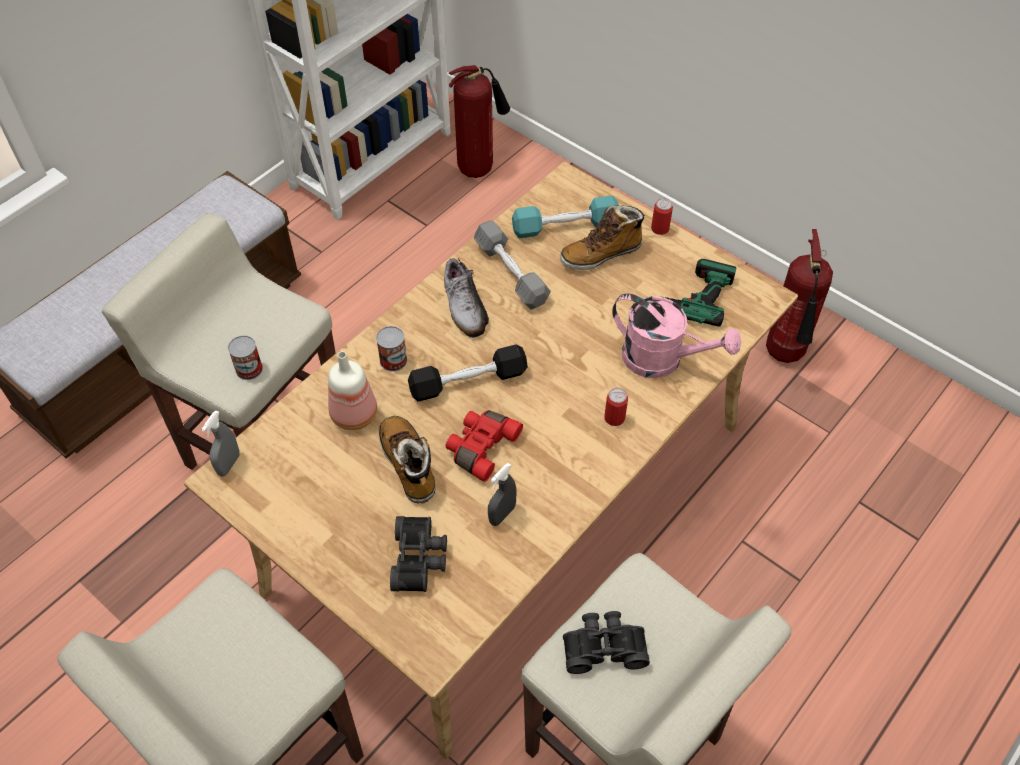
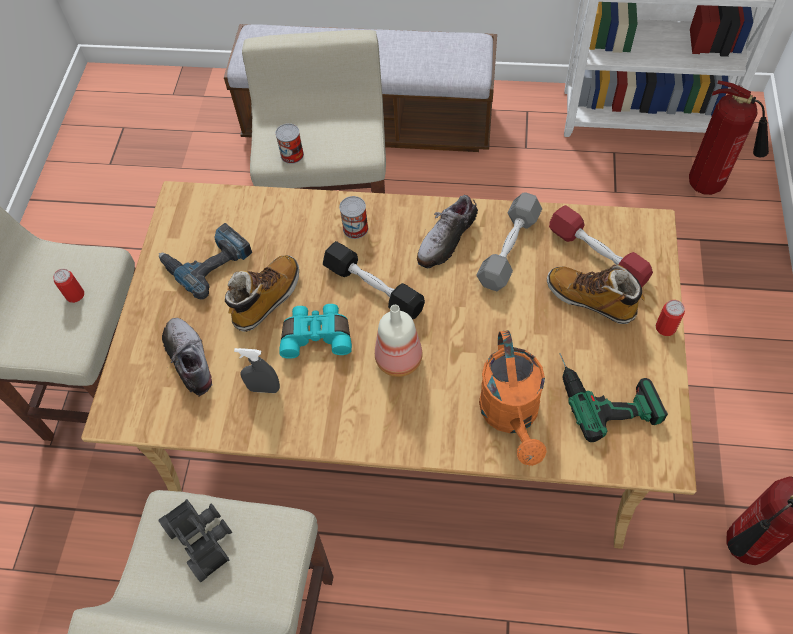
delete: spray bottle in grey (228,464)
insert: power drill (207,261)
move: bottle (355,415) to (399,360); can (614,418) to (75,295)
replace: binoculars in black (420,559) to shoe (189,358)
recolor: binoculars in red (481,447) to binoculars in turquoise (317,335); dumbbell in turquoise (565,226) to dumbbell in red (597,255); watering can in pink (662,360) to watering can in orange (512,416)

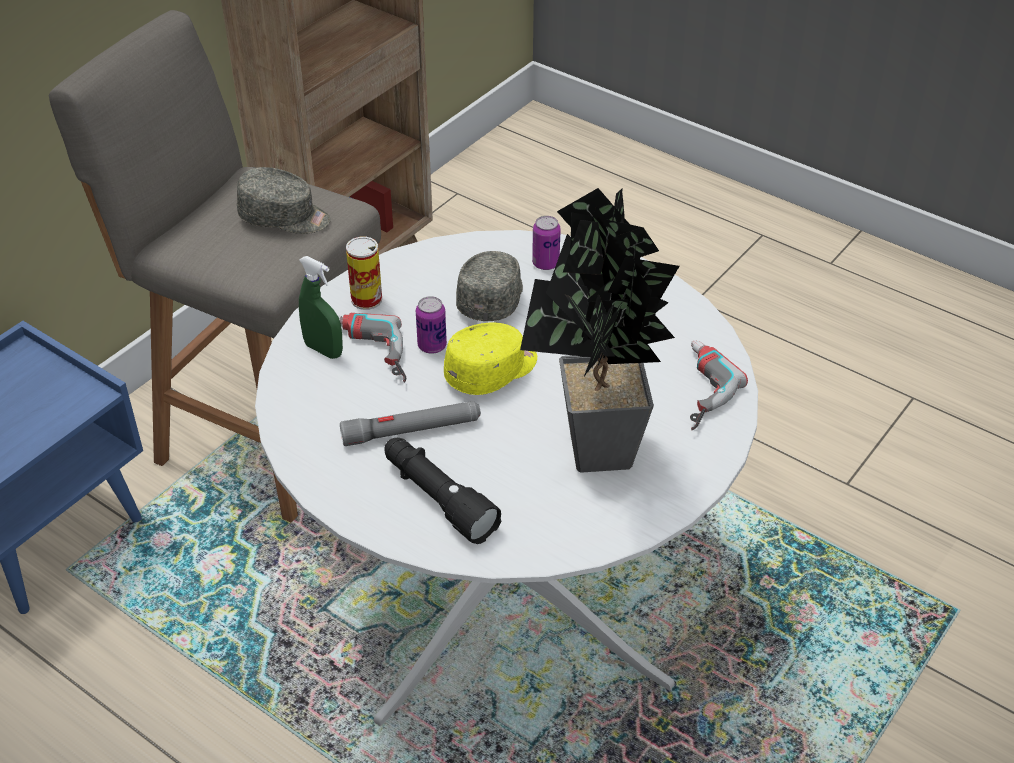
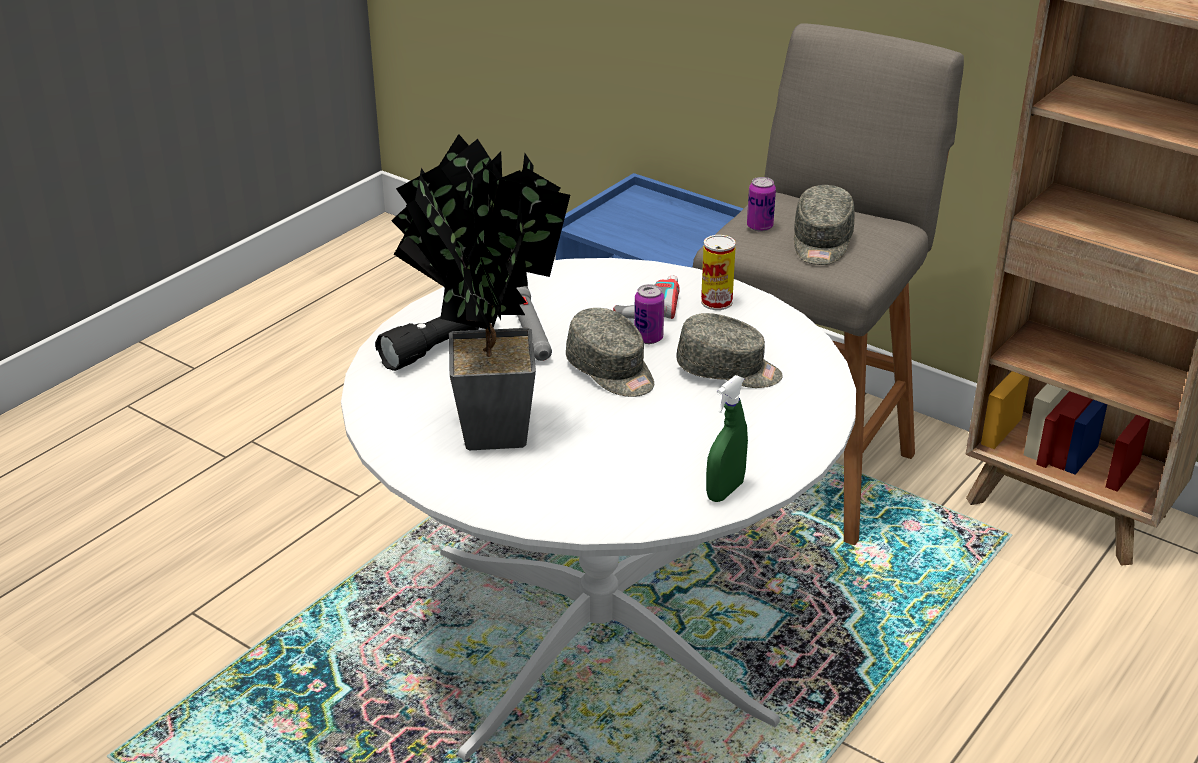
delete: power drill (694,389)
move: spray bottle in green (323,350) to (725,491); can (545,263) to (759,227)
recolor: cap in yellow (492,371) to cap in grey (612,371)

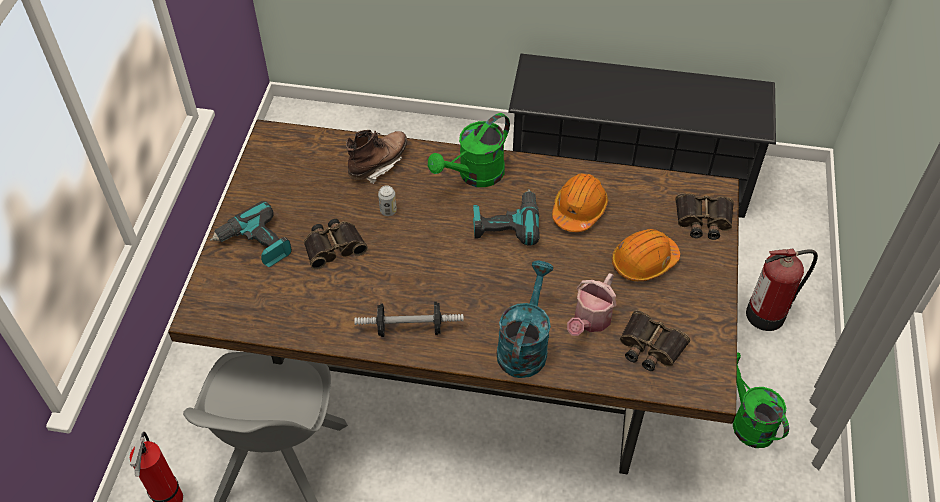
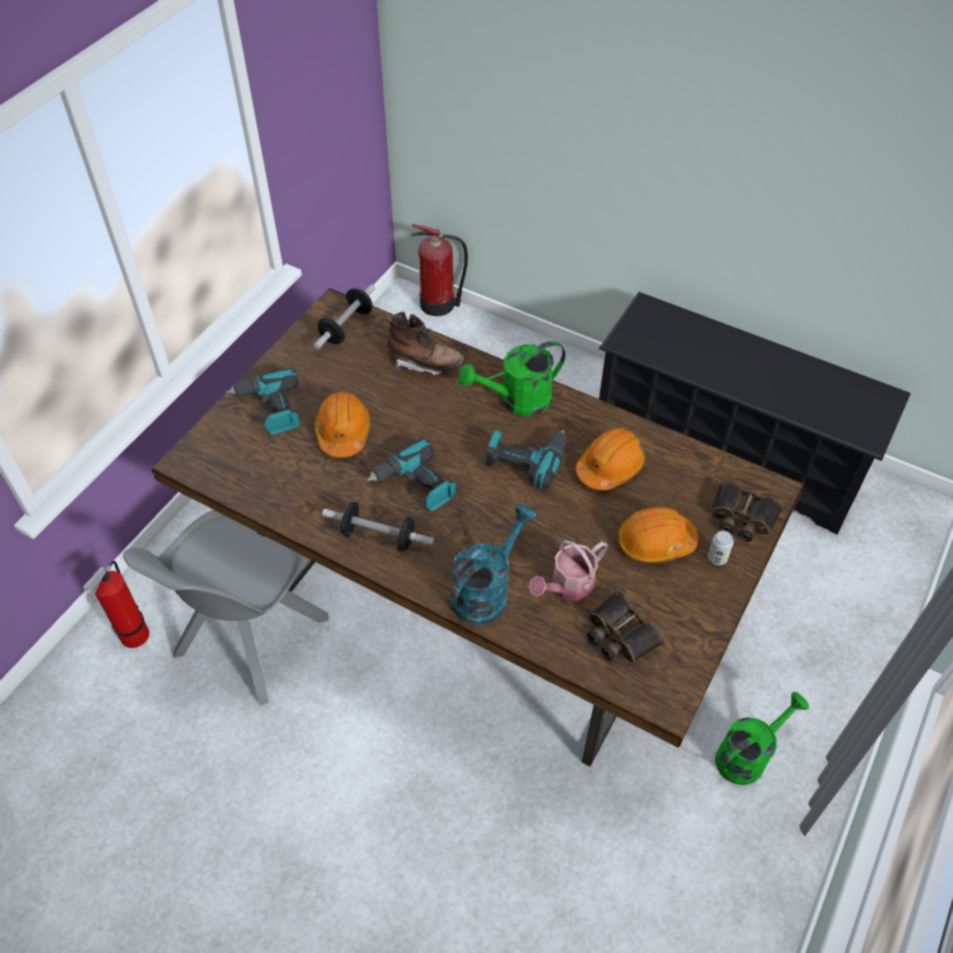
insert: dumbbell (346,327); power drill (415,485)
move: can (388,211) to (717,558); fire extinguisher (768,314) to (439,304)
replace: binoculars (333,246) to hard hat in orange (343,432)
rotate: boot in brown (378,164) = (425,363) 45 degrees clockwise; watering can in green (748,421) = (747,754) 60 degrees clockwise

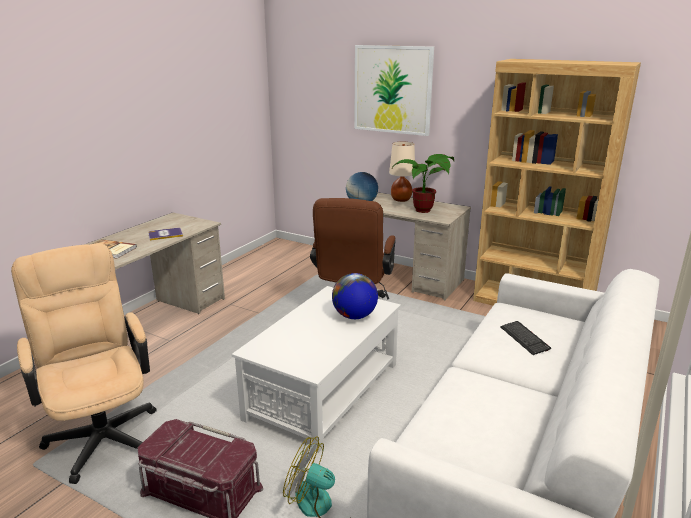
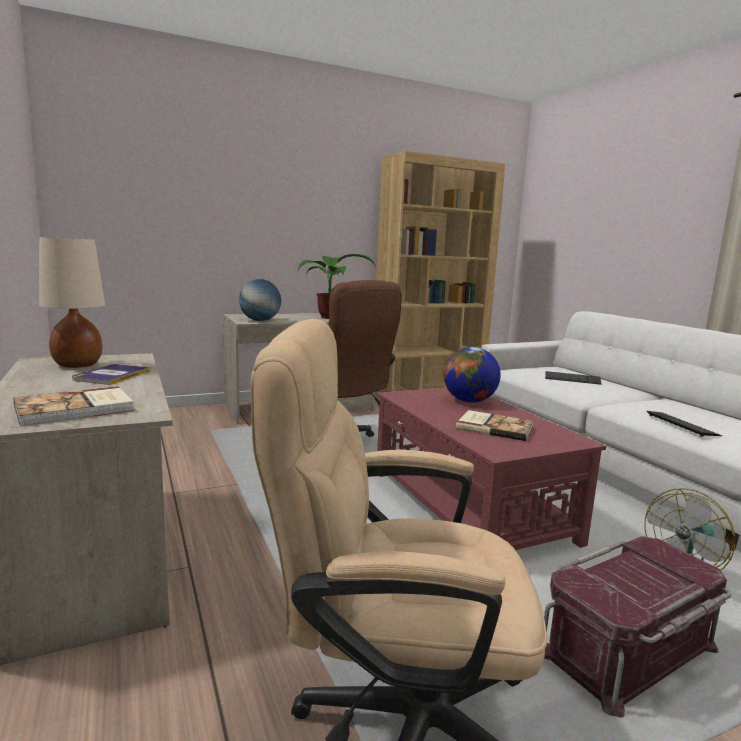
delete: picture (392,89)
insert: book (494,427); keyboard (681,425)
move: table lamp in beige (401,200) to (77,365)
recolor: coffee table in white (323,391) to coffee table in red (469,507)

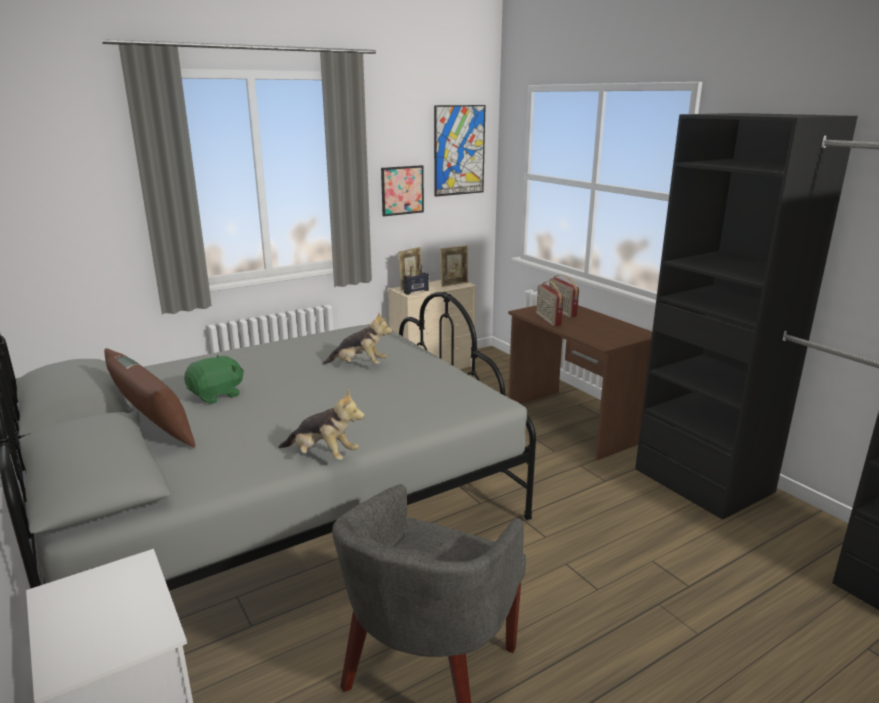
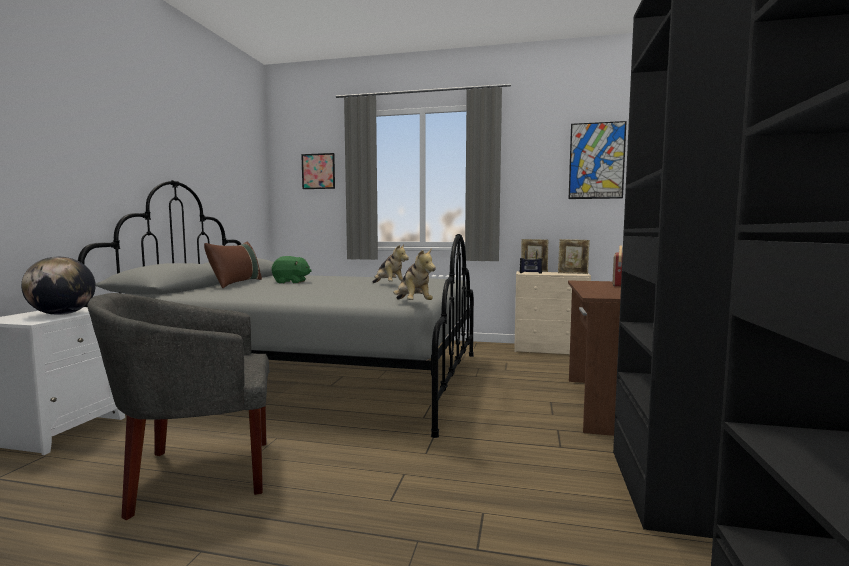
delete: radio (547,319)
insert: globe (62,314)
move: plush toy (322,456) to (413,304); picture (402,190) to (318,171)

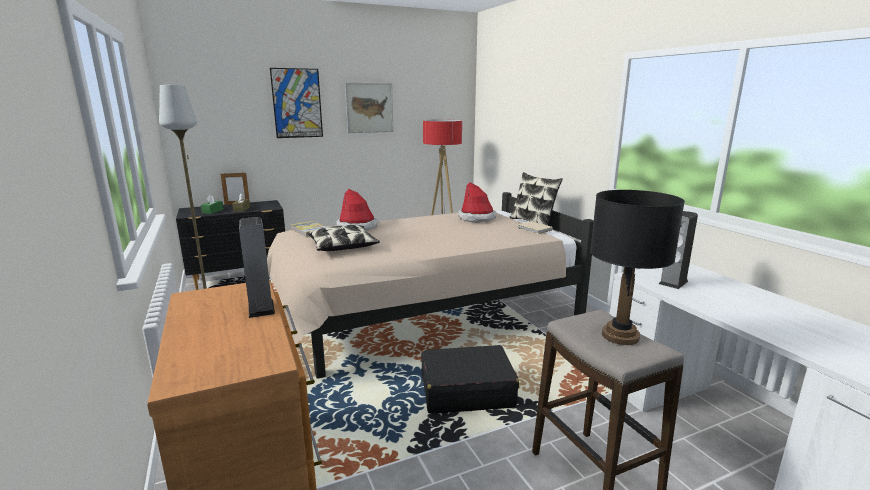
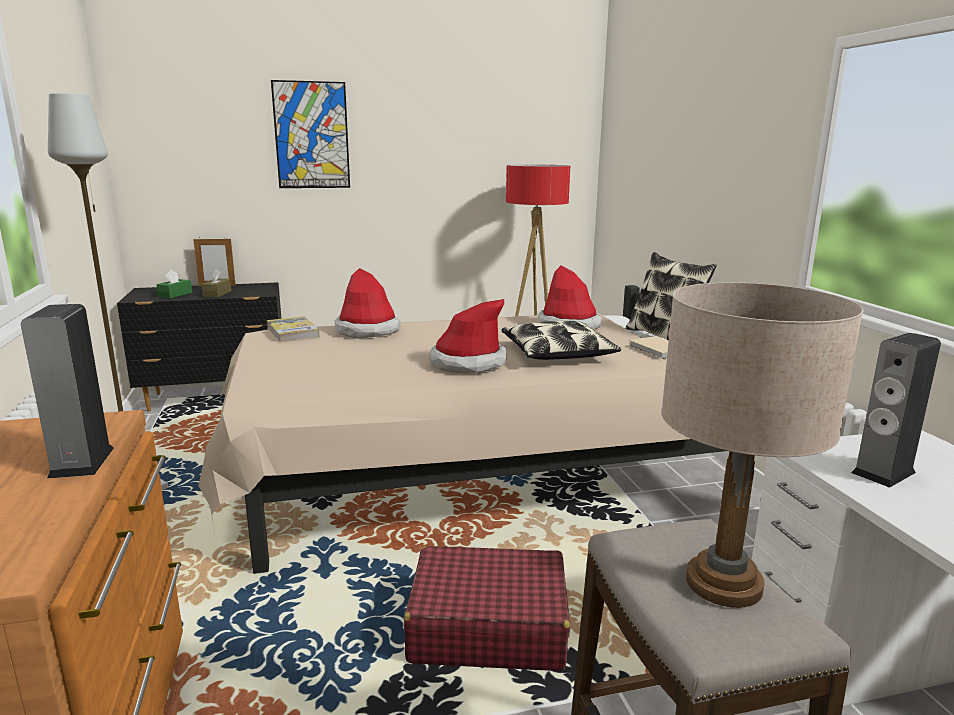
delete: picture (369,108)
insert: hat (467,362)
move: pillow (342,246) to (557,353)
recolor: suitcase in black (466,391) to suitcase in red (487,626); table lamp in black (620,336) to table lamp in beige (724,584)

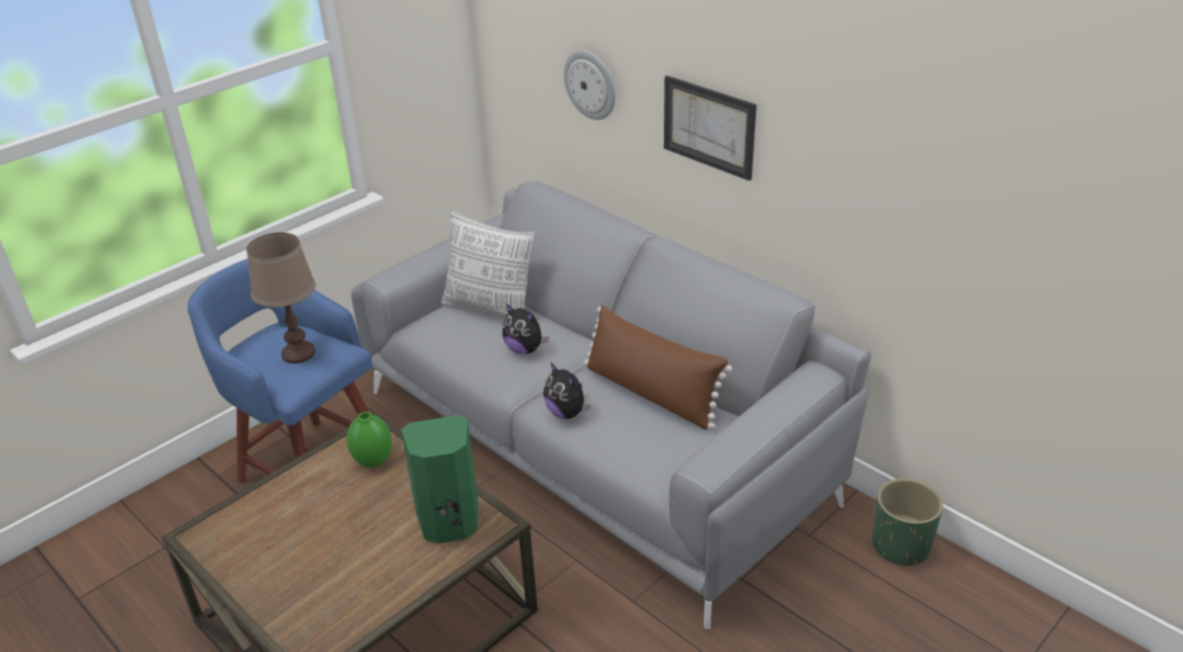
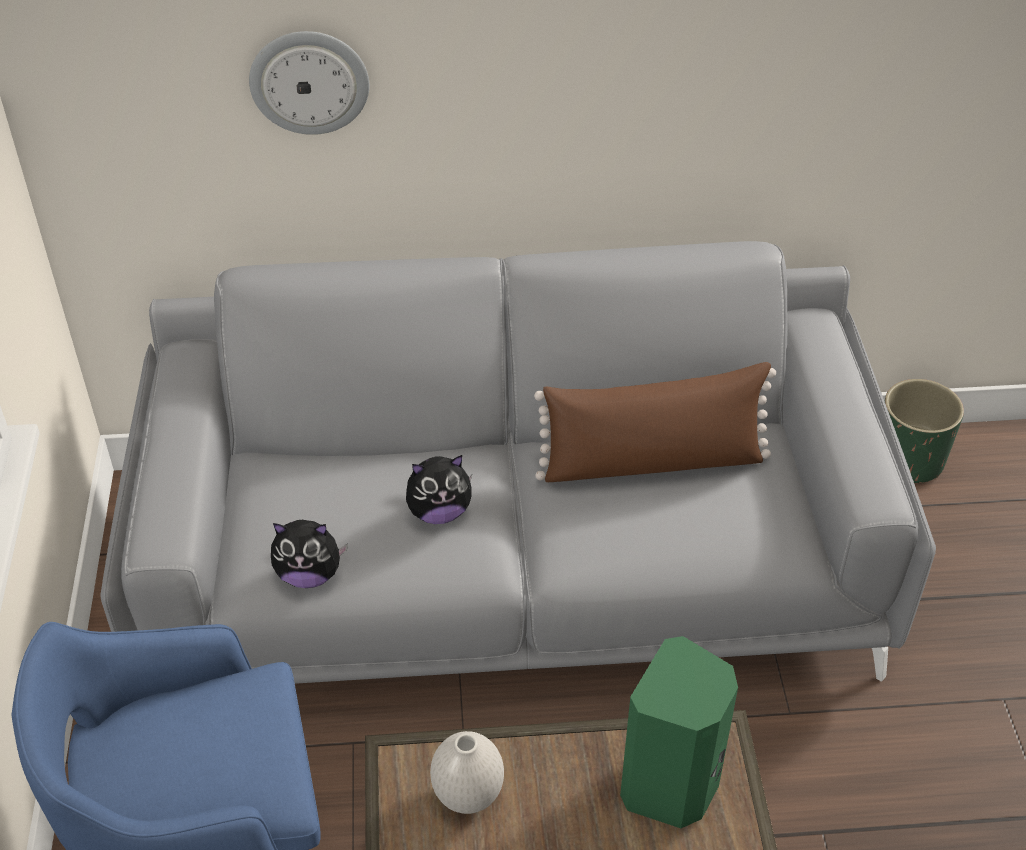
delete: table lamp in brown (298,353); pillow (490,309); picture (709,126)
move: plush toy (567,413) to (309,574)
recolor: vase in green (373,461) to vase in white (467,796)

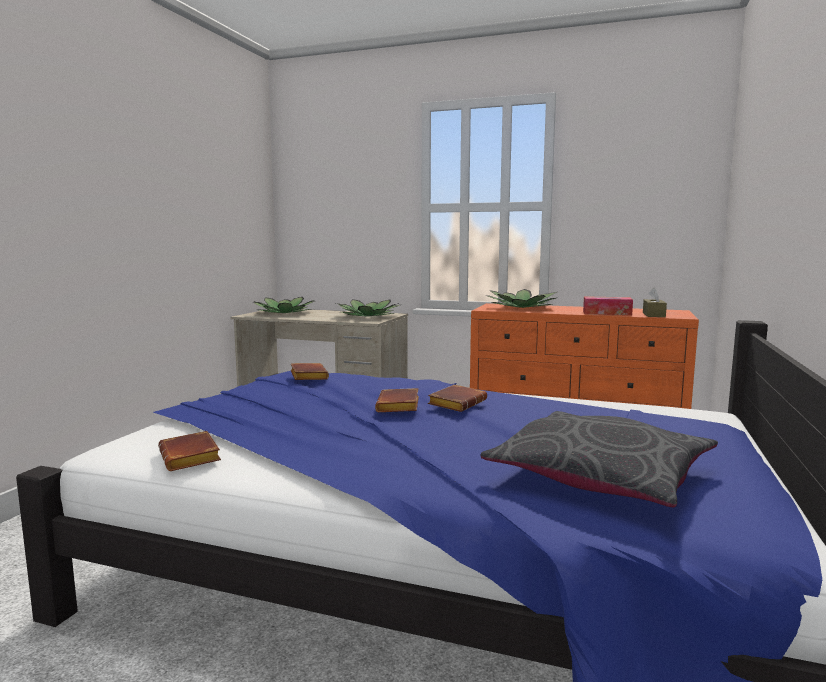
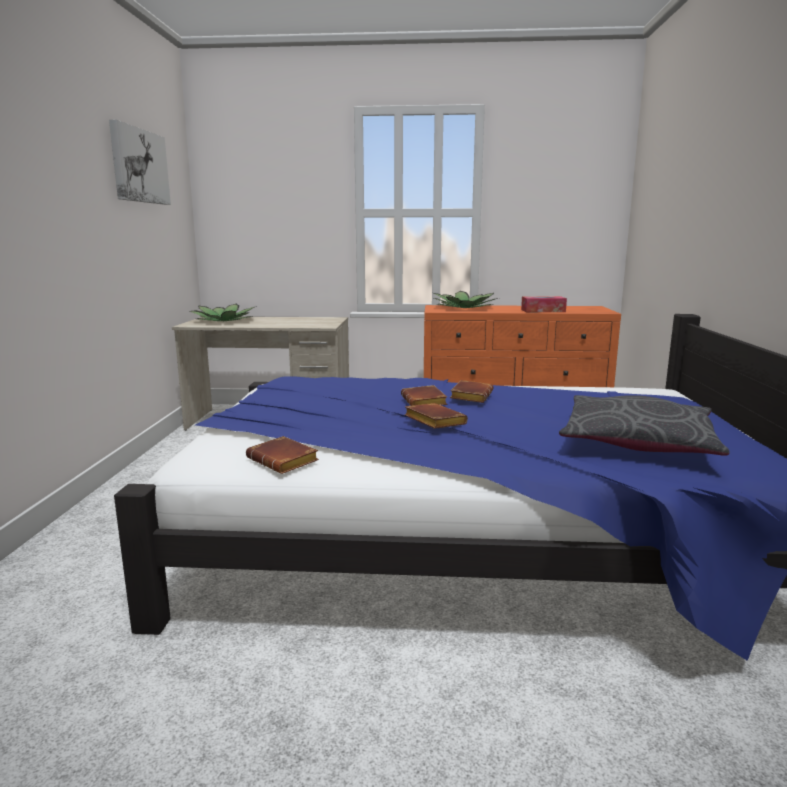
delete: potted plant (368,316); tissue box in brown (653,315)
insert: picture (139,166)
move: book in brown (307,376) to (432,421)

